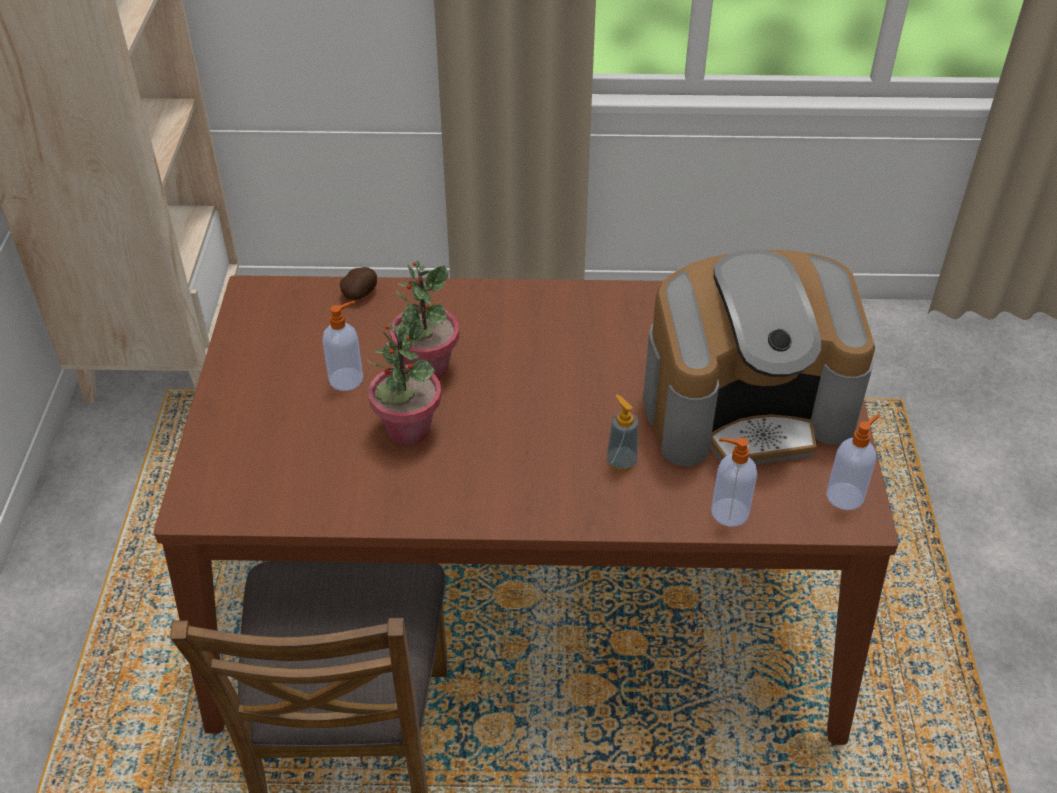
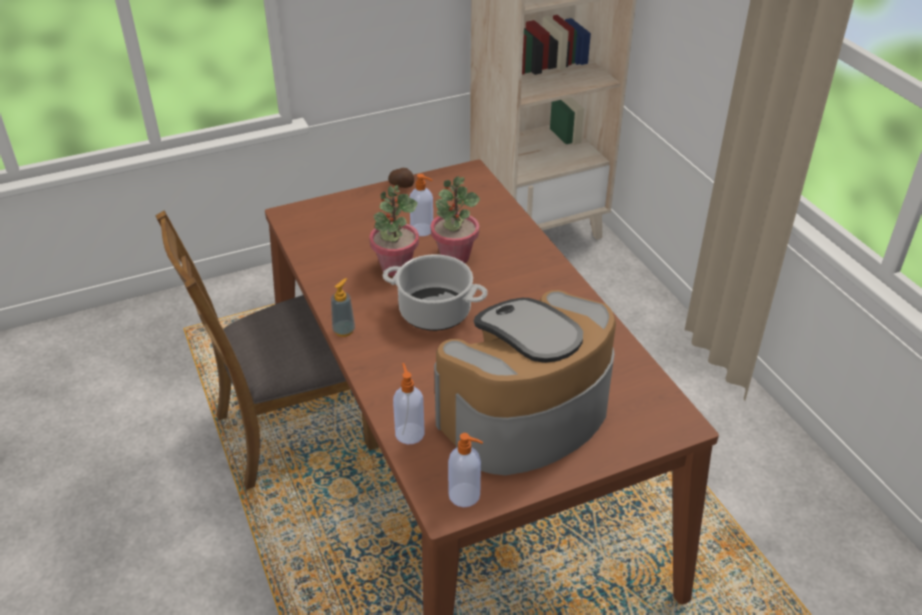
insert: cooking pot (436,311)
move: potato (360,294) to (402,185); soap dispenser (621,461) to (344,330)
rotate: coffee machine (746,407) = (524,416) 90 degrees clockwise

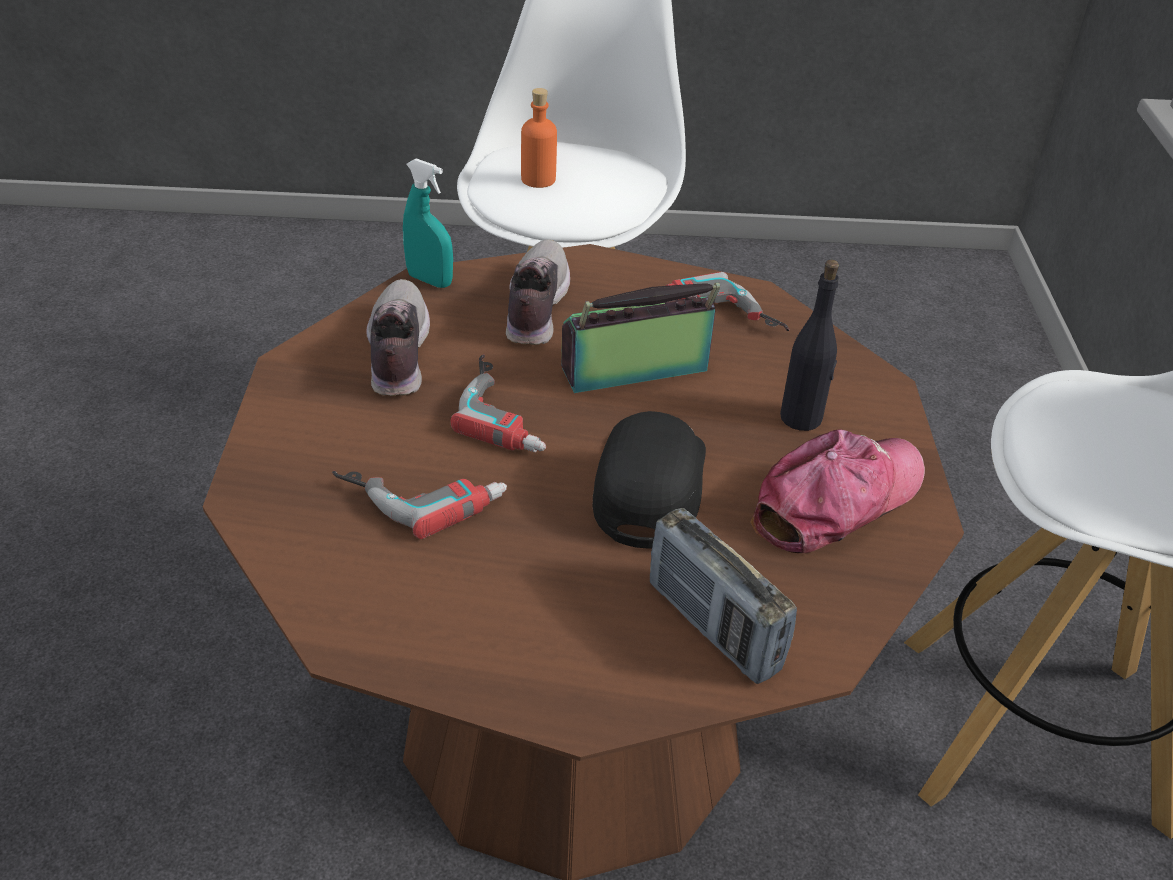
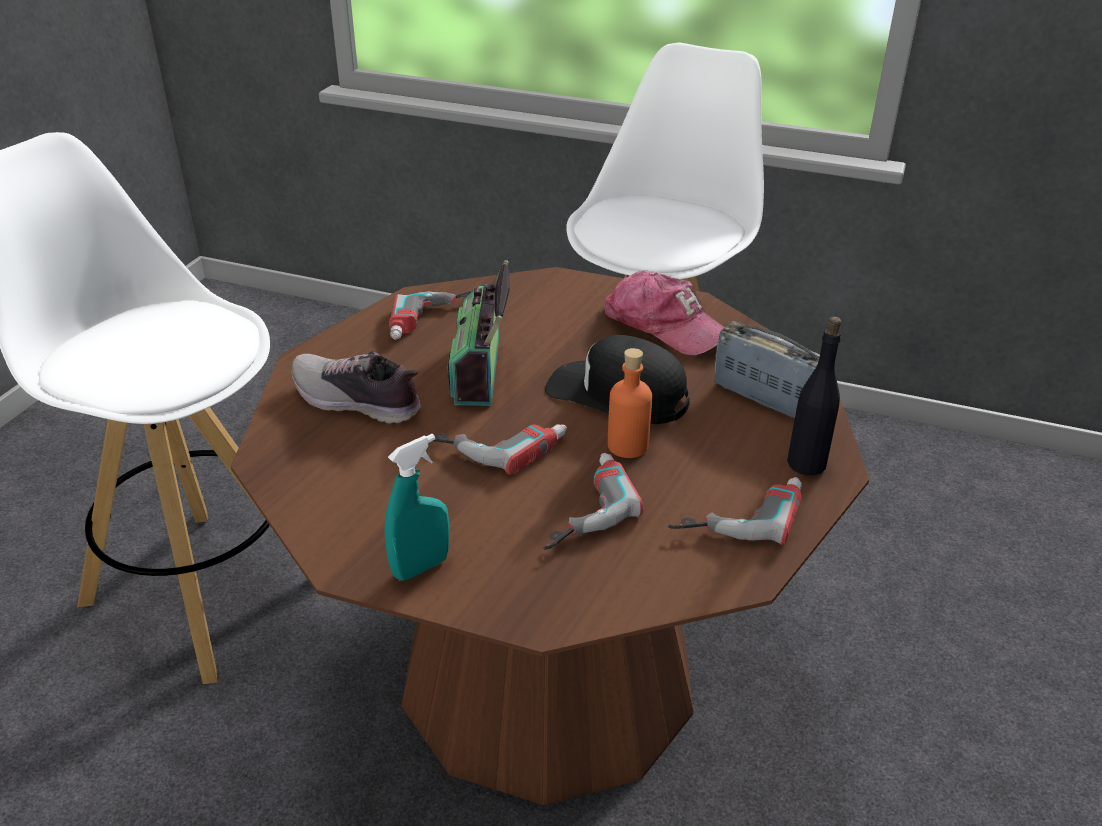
delete: shoe (396,353)
insert: power drill (737,512)
move: spray bottle in turquoise (430,280) to (420,567); bottle in orange (538,179) to (627,445); bottle in black (801,418) to (806,463)
rotate: radio (713,627) = (767,400) 120 degrees counterclockwise; cap (836,501) = (664,326) 150 degrees clockwise

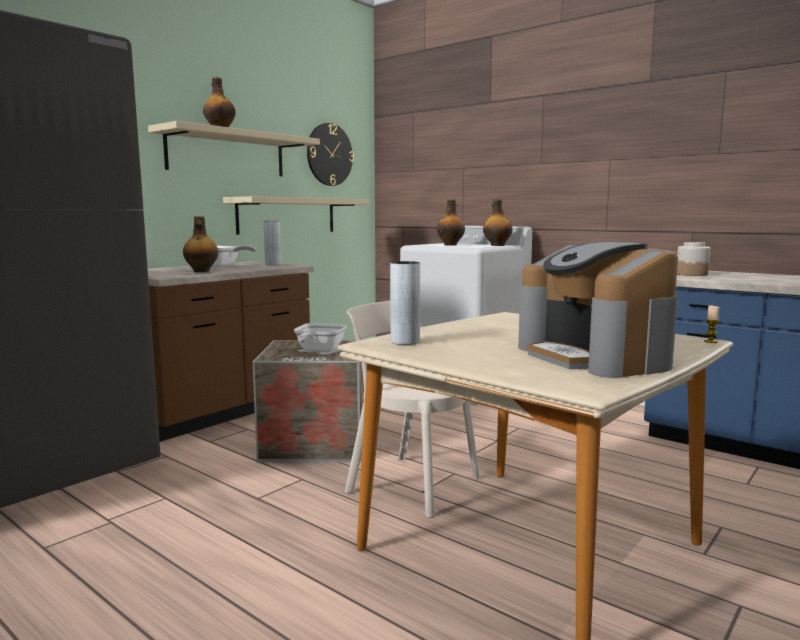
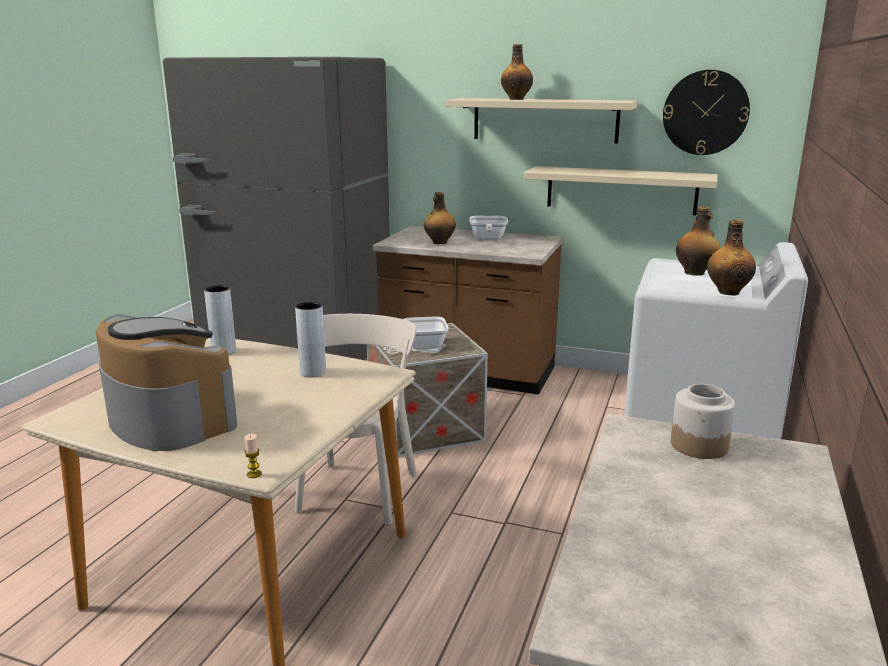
move: vase in grey (273,264) to (313,372)
rotate: coffee machine (594,357) = (169,418) 90 degrees clockwise

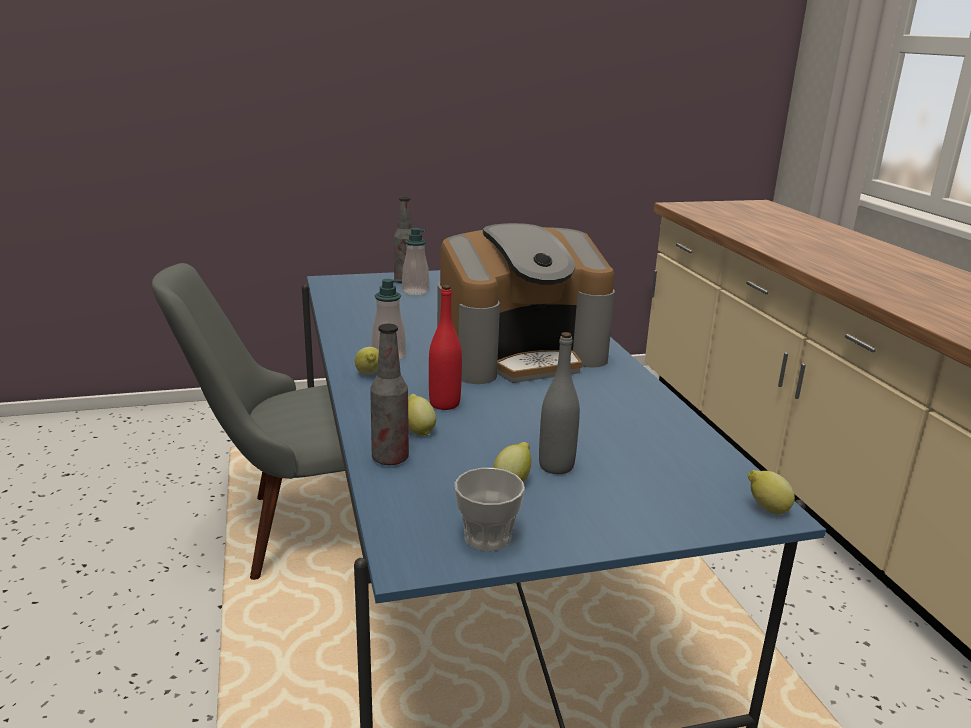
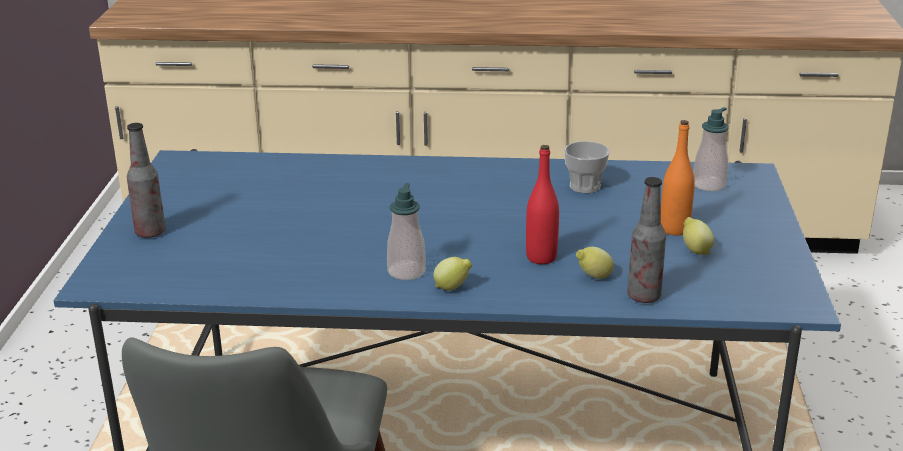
delete: coffee machine (520,354); lemon (766,509)
move: soap dispenser (415,291) to (709,185); cup (487,537) to (584,186)
recolor: bottle in grey (556,466) to bottle in orange (674,229)

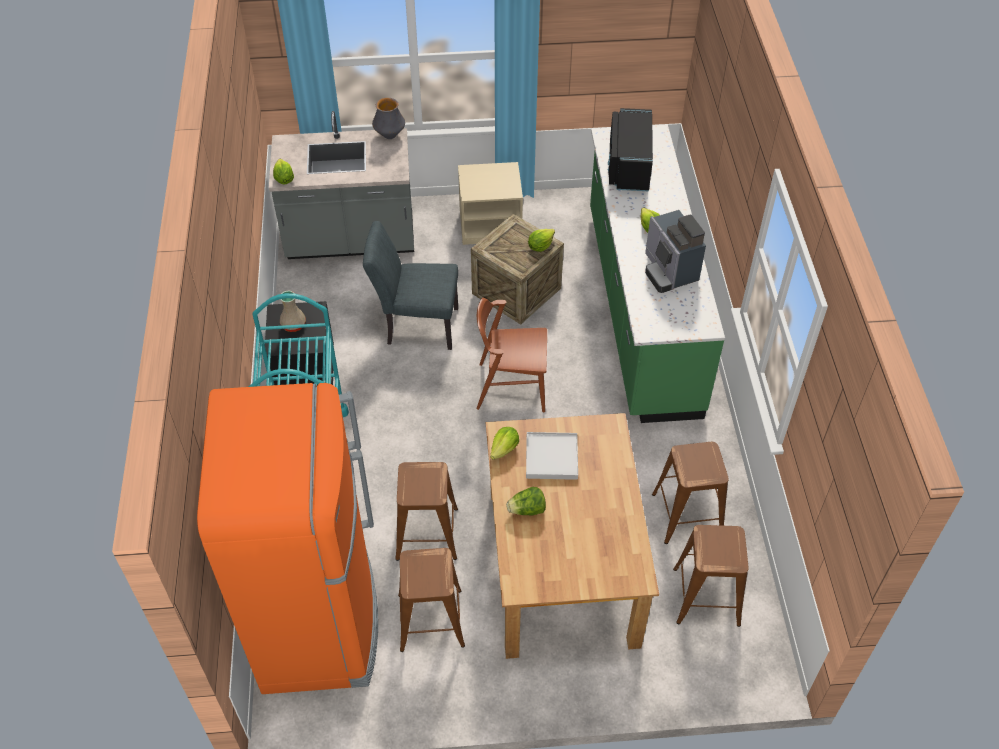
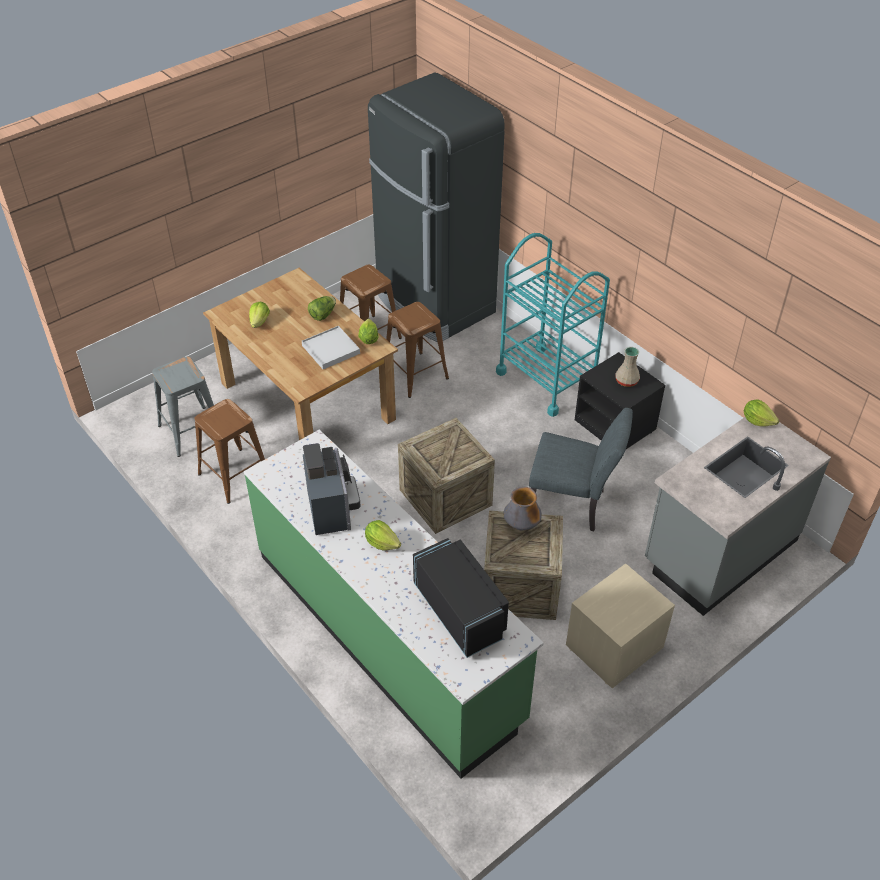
move: vase (389,135) to (521,525); lettuce (540,246) to (259,322)
replace: chair in brown (511,387) to crate (445,497)
recolor: fridge in orange (319,624) to fridge in black (434,304); stool in brown (707,596) to stool in grey (191,431)
rotate: chair in grey (416,325) = (573,505) 45 degrees clockwise; coffee machine (669,271) = (332,508) 45 degrees clockwise

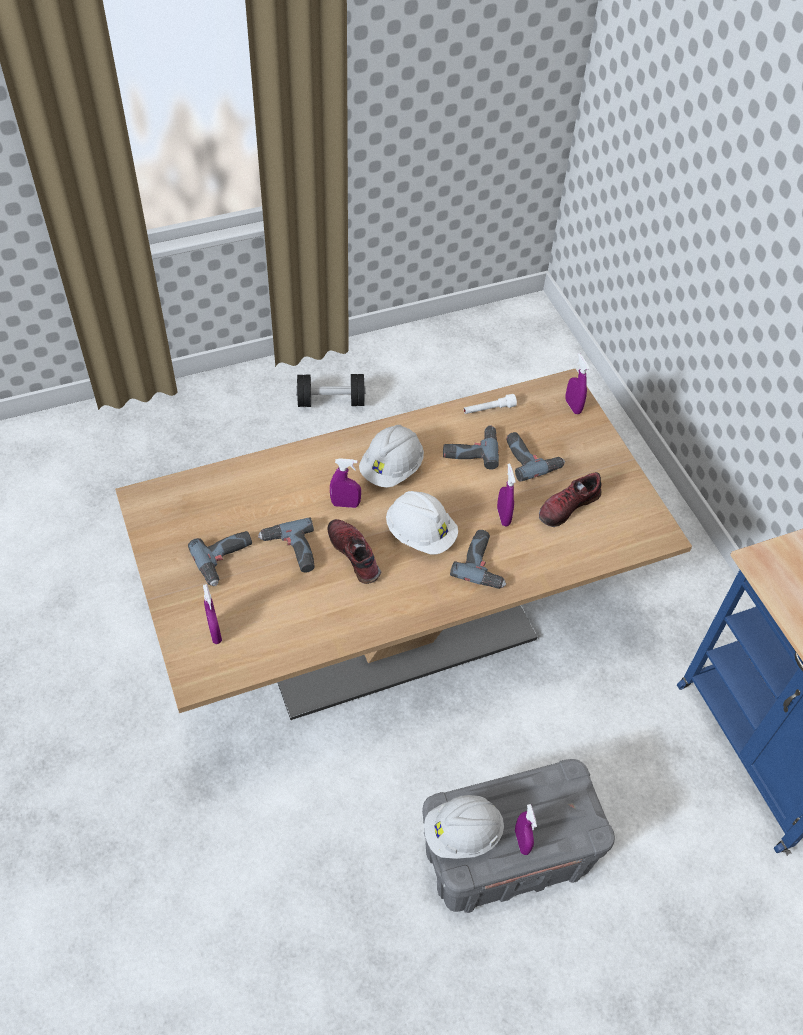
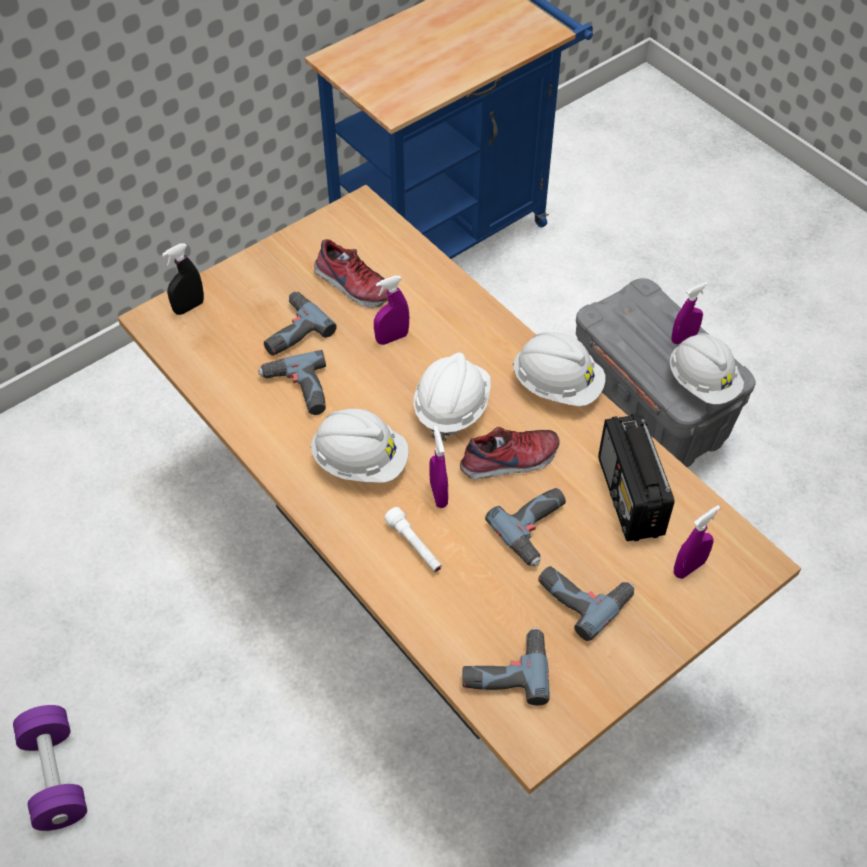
insert: hard hat in white (557,385); radio (630,497)
move: power drill (484,564) to (505,668); flashlight in white (488,409) to (414,546)
recolor: dumbbell in black (331,401) to dumbbell in purple (56,776); spray bottle in purple (573,406) to spray bottle in black (189,307)
rotate: shoe (355,554) = (510,462) 150 degrees counterclockwise

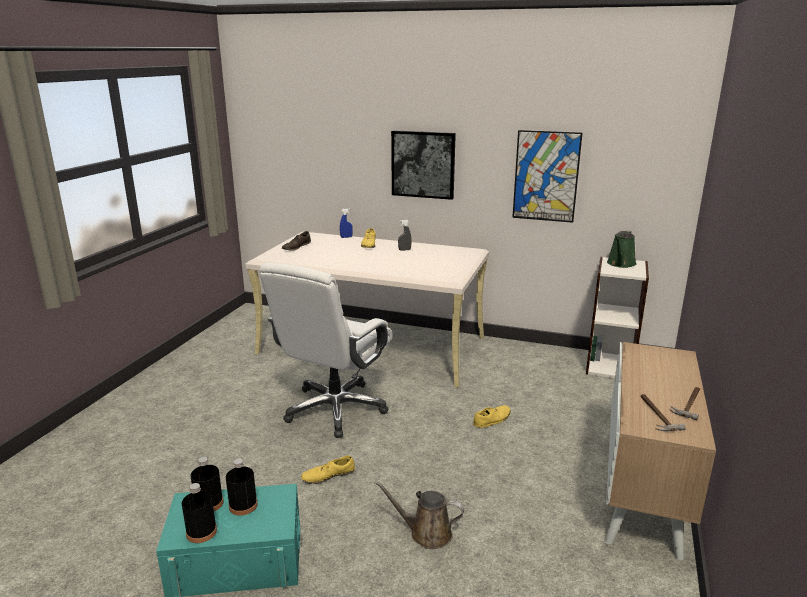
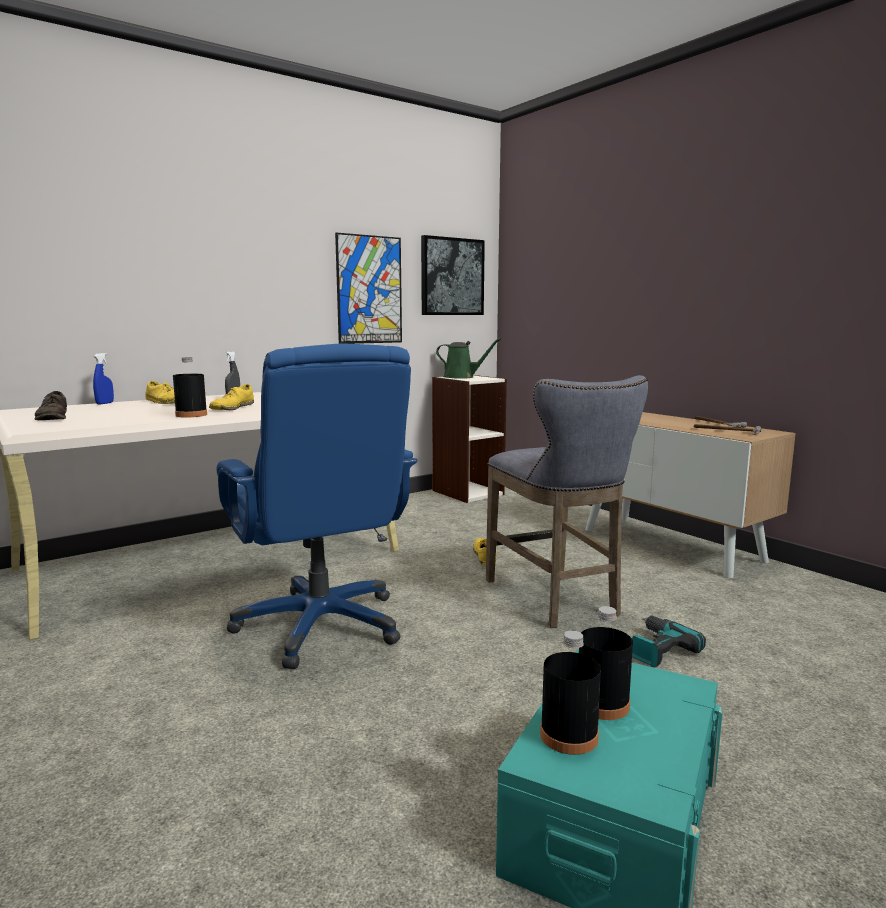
insert: stool in grey (556,599)
move: bottle in black (201,532) to (191,415); shoe in yellow (328,475) to (232,408); picture (423,164) to (452,277)
replace: watering can in brown (426,533) to power drill (657,649)
recolor: office chair in white (335,409) to office chair in blue (321,625)
rotate: watering can in green (620,264) = (462,377) 45 degrees counterclockwise

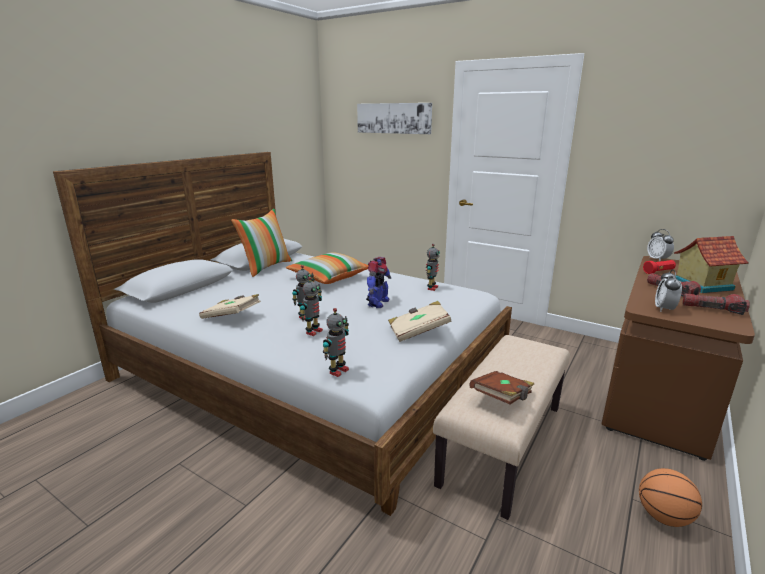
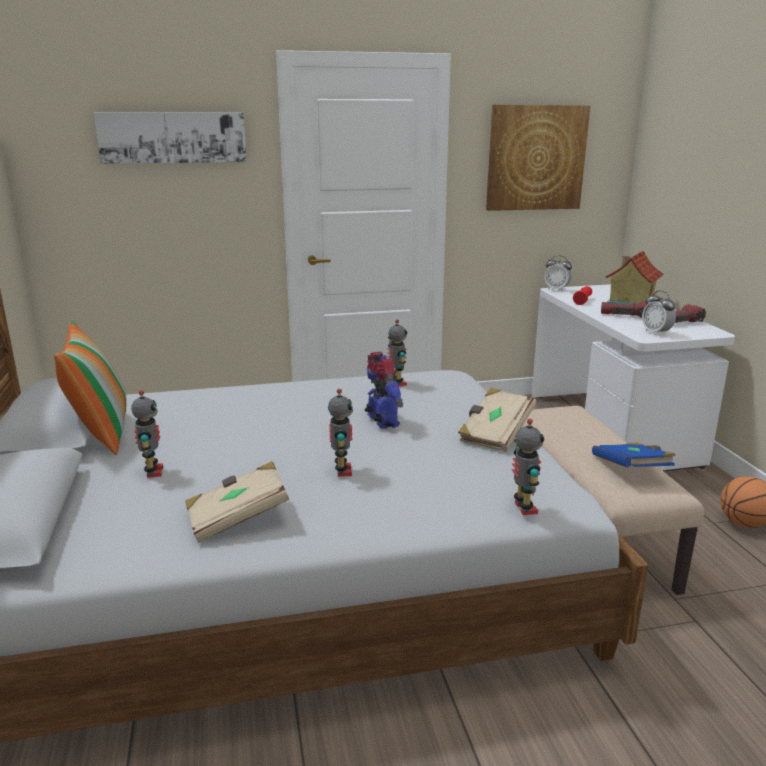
delete: pillow (329,277)
insert: picture (536,158)
move: toy robot (313,331) to (152,472)
recolor: book in brown (502,398) to book in blue (631,469); desk in brown (660,395) to desk in white (612,429)

